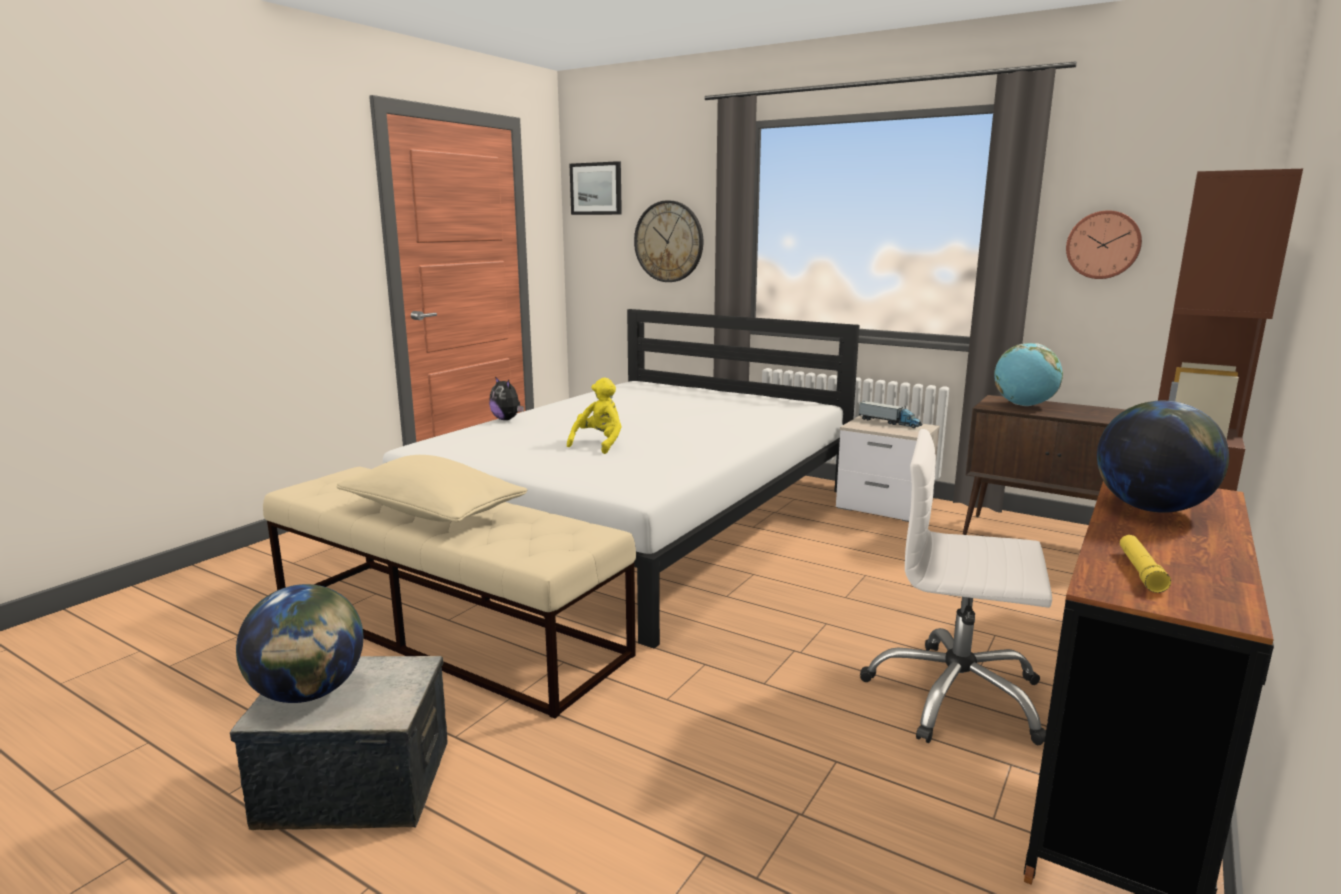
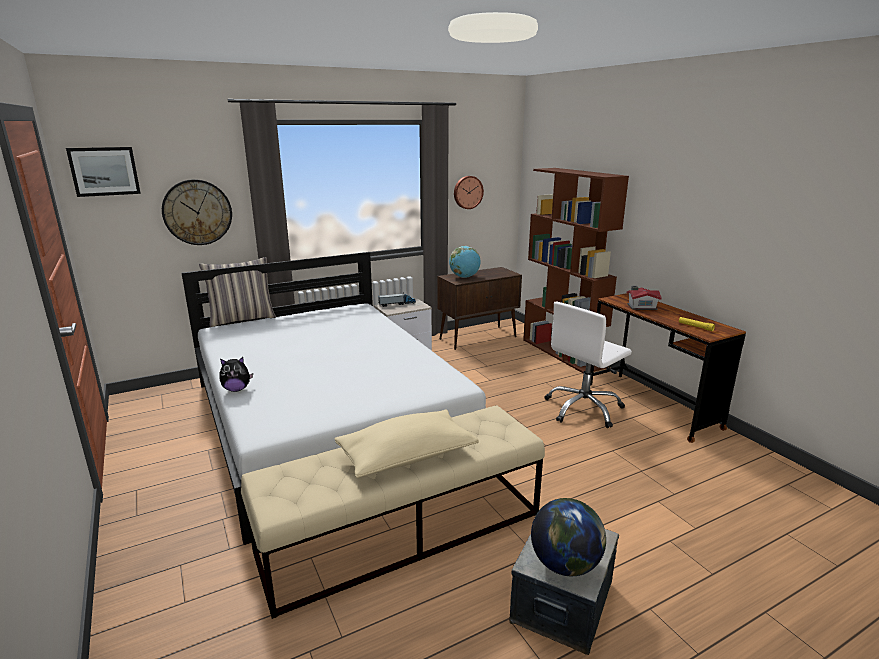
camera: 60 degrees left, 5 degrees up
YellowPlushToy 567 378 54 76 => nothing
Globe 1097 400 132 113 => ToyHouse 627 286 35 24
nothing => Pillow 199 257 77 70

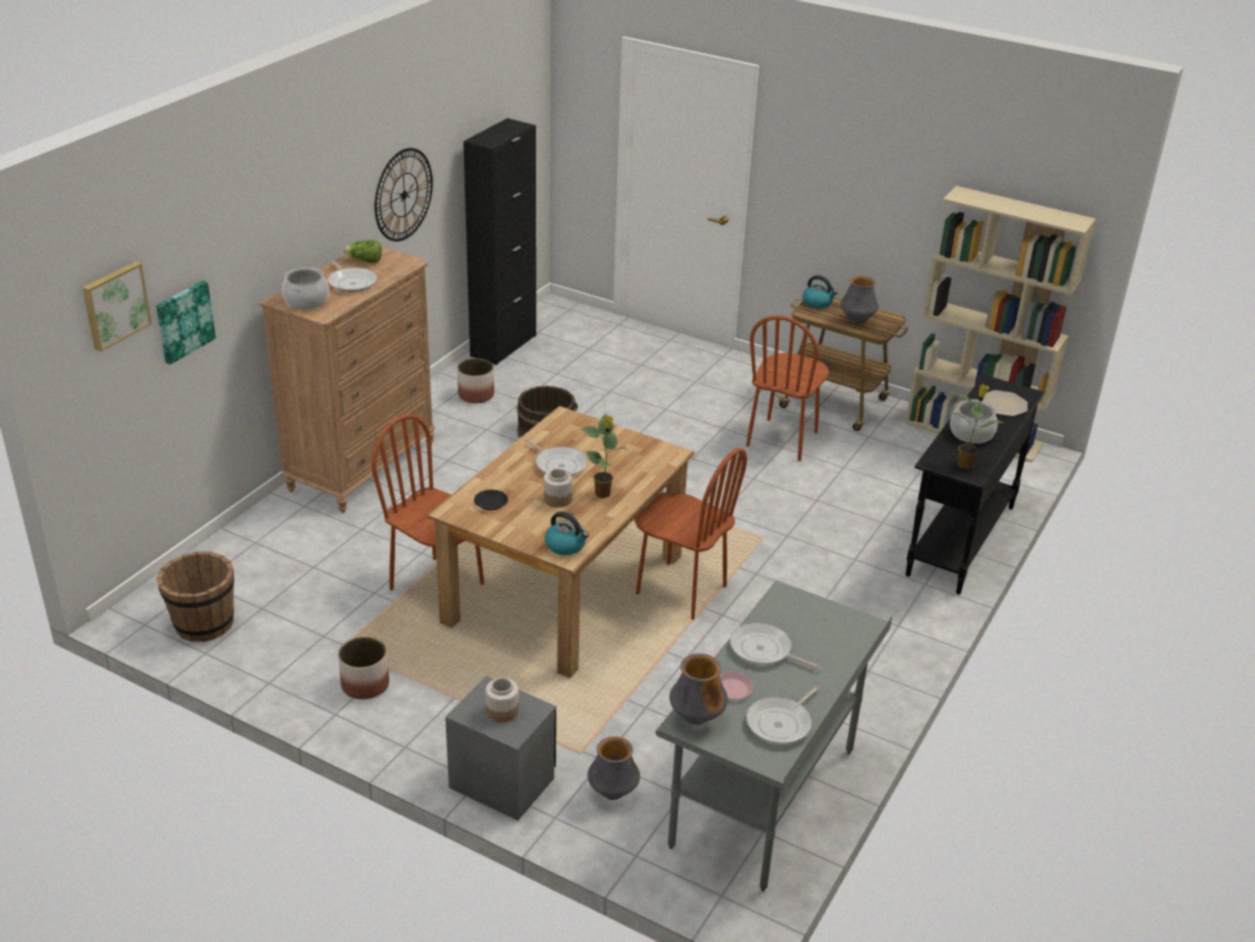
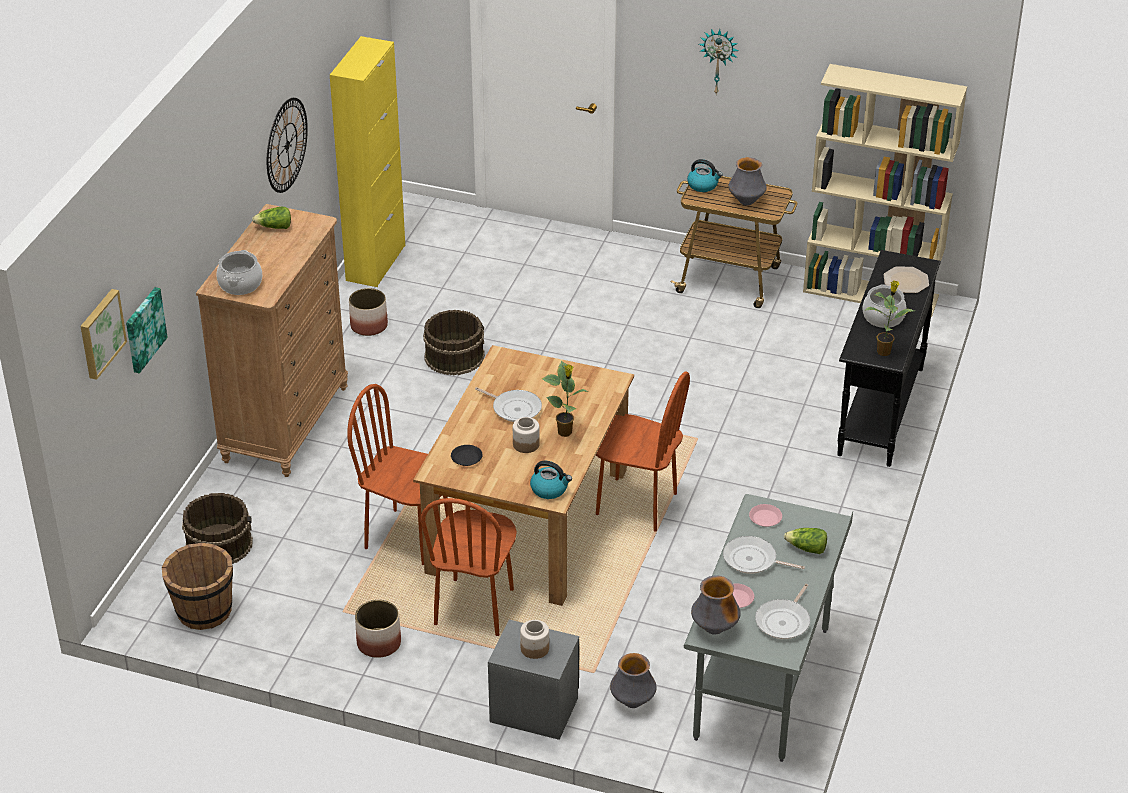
camera: 10 degrees left, 5 degrees up
FryingPan 328 260 49 33 => nothing
BlackCabinet 463 118 73 247 => YellowCabinet 330 36 75 251
BrownChair 746 315 83 146 => BrownChair 421 498 96 138, move
nothing => BrownBucket 182 493 71 71
nothing => WallClock 699 29 40 65
nothing => PinkPlate 749 504 33 23
nothing => Lettuce 784 528 43 26

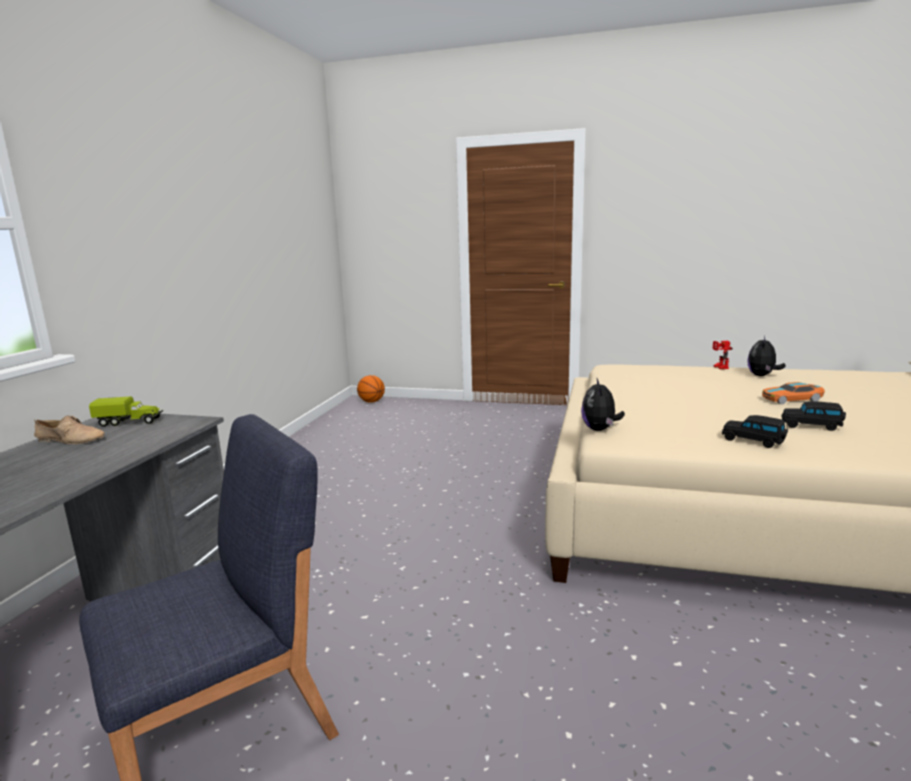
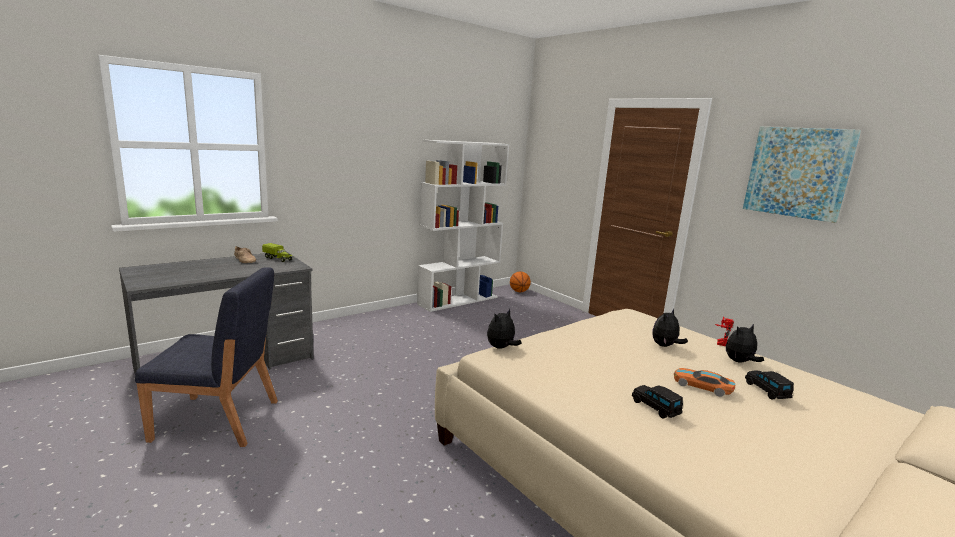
camera: 35 degrees right, 0 degrees up
BlackToyCar 722 415 66 33 => BlackToyCar 745 371 49 28, move
nothing => WhiteBookcase 417 140 92 172
nothing => PlushToy 653 308 35 39
nothing => Picture 743 127 118 96

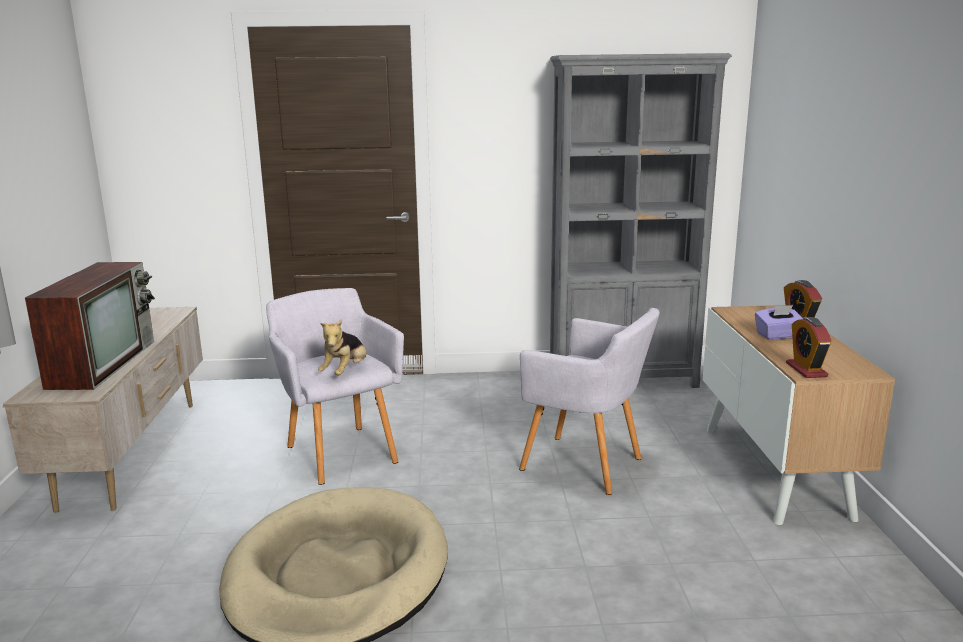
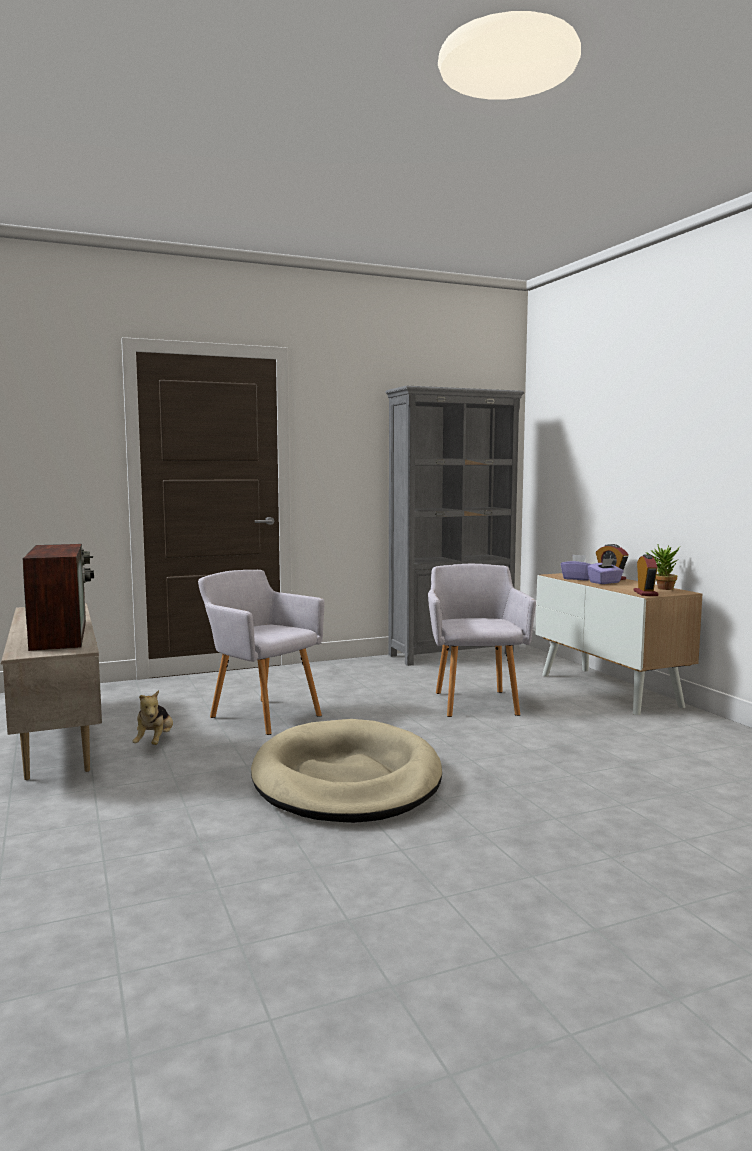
camera: 20 degrees left, 10 degrees down
PlushToy 318 319 49 56 => PlushToy 132 690 41 55, move
GreyArmchair 519 308 141 187 => GreyArmchair 428 564 108 153, 105 degrees counterclockwise
AlarmClock 786 317 46 61 => AlarmClock 633 554 26 42, 150 degrees counterclockwise
nothing => PurpleTissueBox 561 555 30 25
nothing => PottedPlant 646 544 34 46

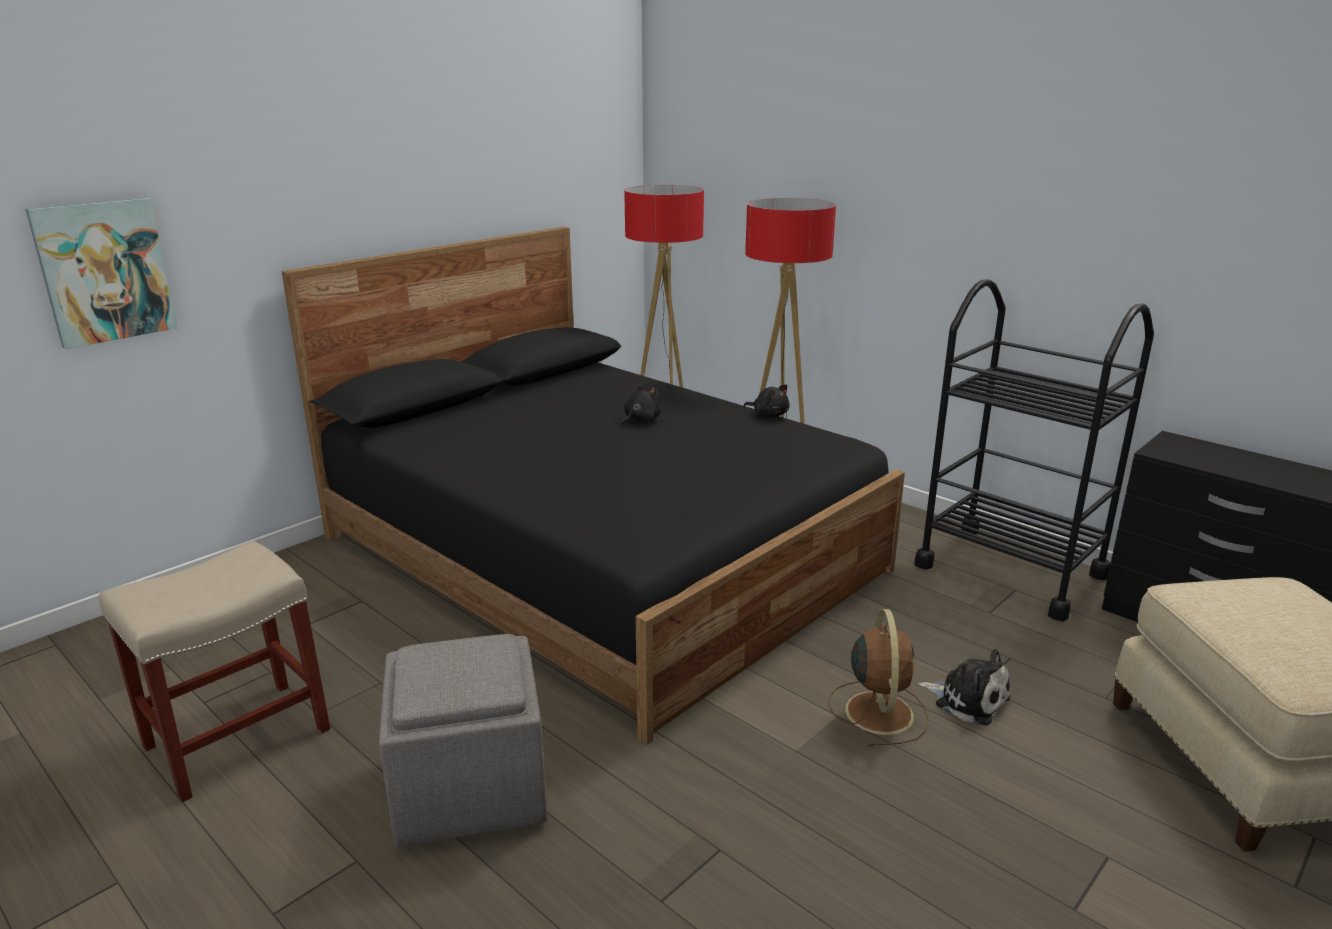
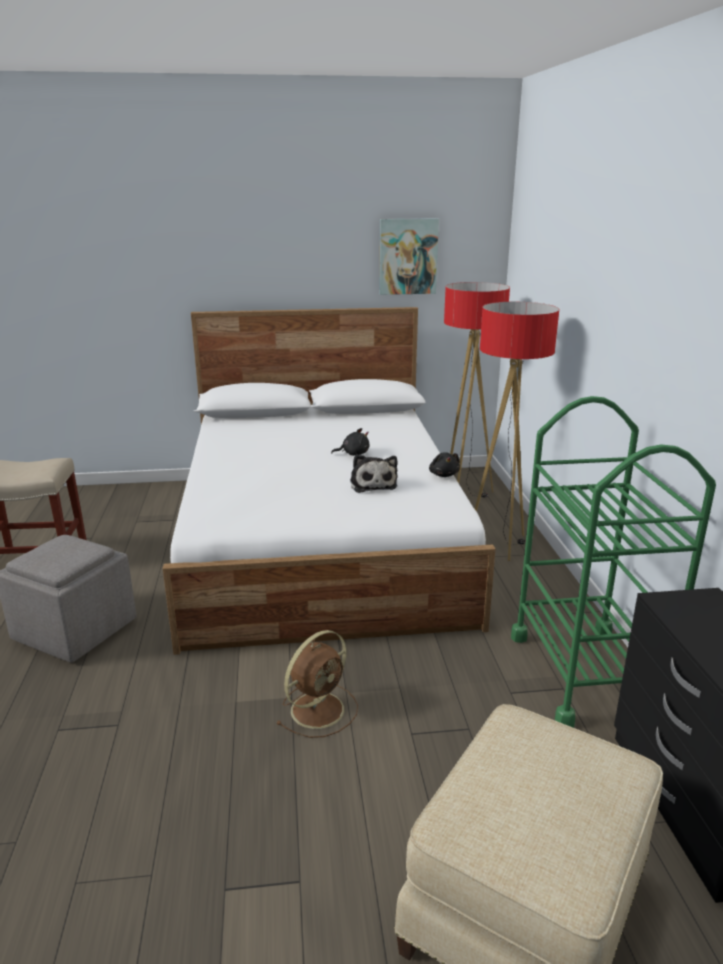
camera: 40 degrees right, 0 degrees up
Picture 25 197 153 152 => Picture 379 218 60 77, move
BlackBed 282 227 623 518 => WhiteBed 163 307 332 348
BlackCart 914 279 240 342 => GreenCart 511 396 205 332
PlushToy 918 649 92 77 => PlushToy 350 454 48 39, move

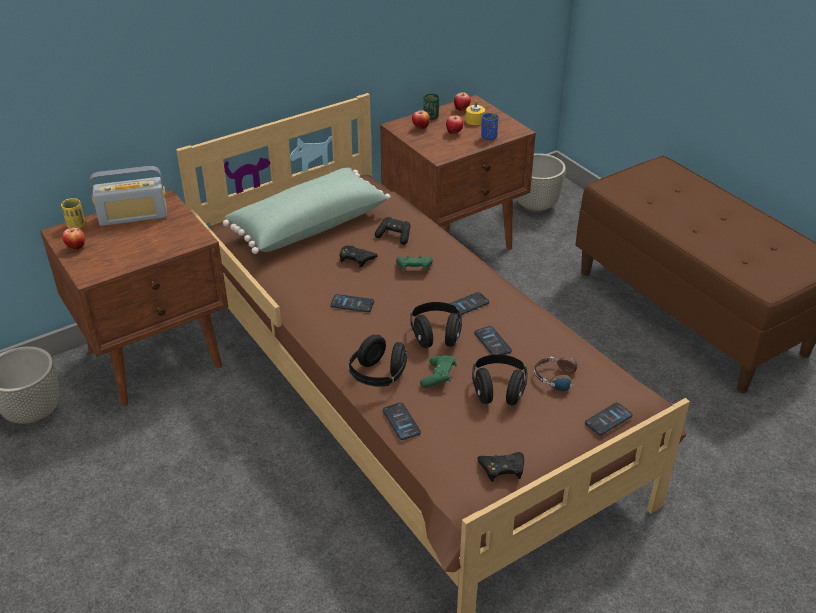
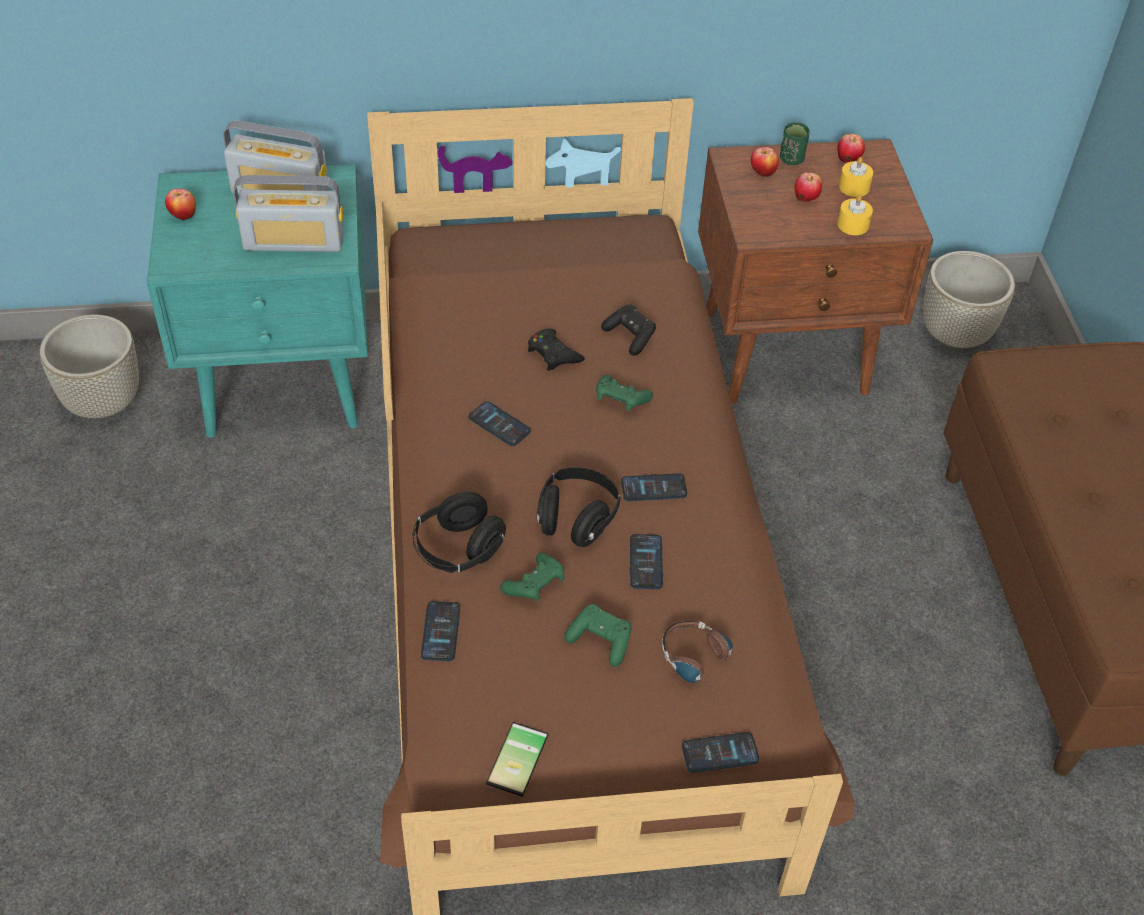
camera: 25 degrees right, 10 degrees up
BrownNightstand 40 189 188 218 => TurquoiseNightstand 147 164 221 274
YellowCup 61 198 24 31 => nothing
GreenPillow 223 167 167 87 => nothing
BlackHeadphones 472 354 56 52 => GreenGameController 564 604 67 63
BlackGameController 477 452 47 30 => Phone 486 722 63 75
BlueCup 481 113 17 27 => YellowCandle 837 194 36 41
nothing => Radio 234 175 110 77

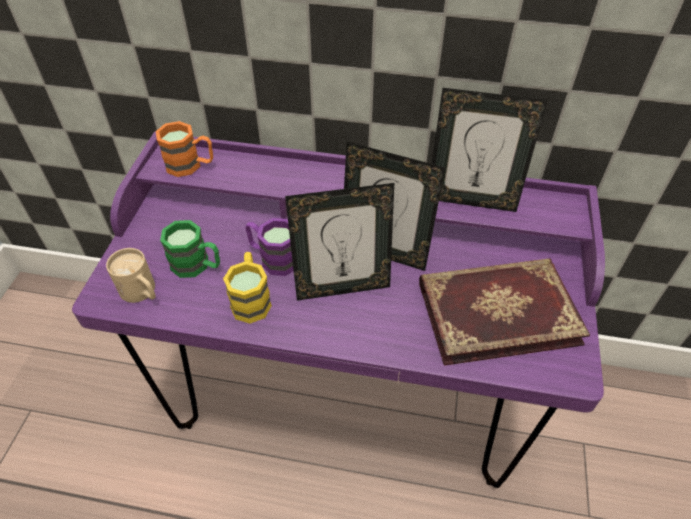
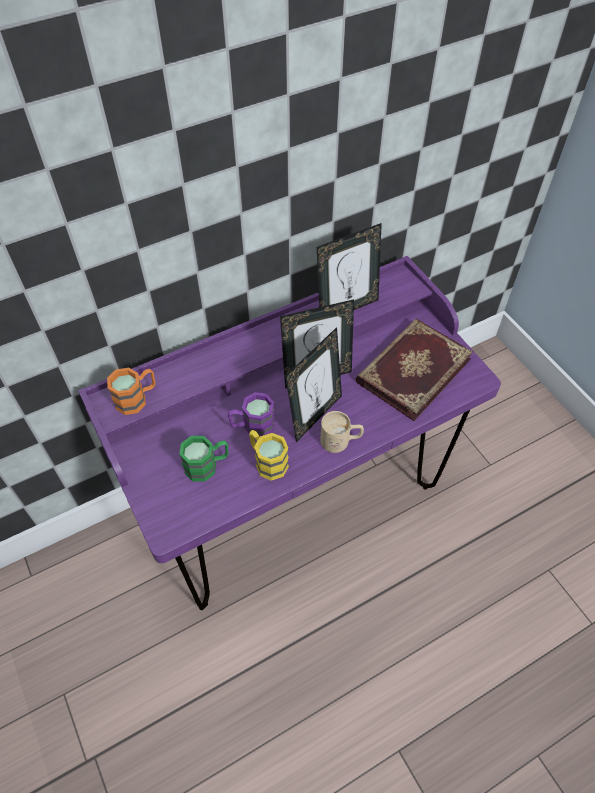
camera: 40 degrees left, 5 degrees up
BeigeMug 106 248 50 55 => BeigeMug 320 411 44 42, move

